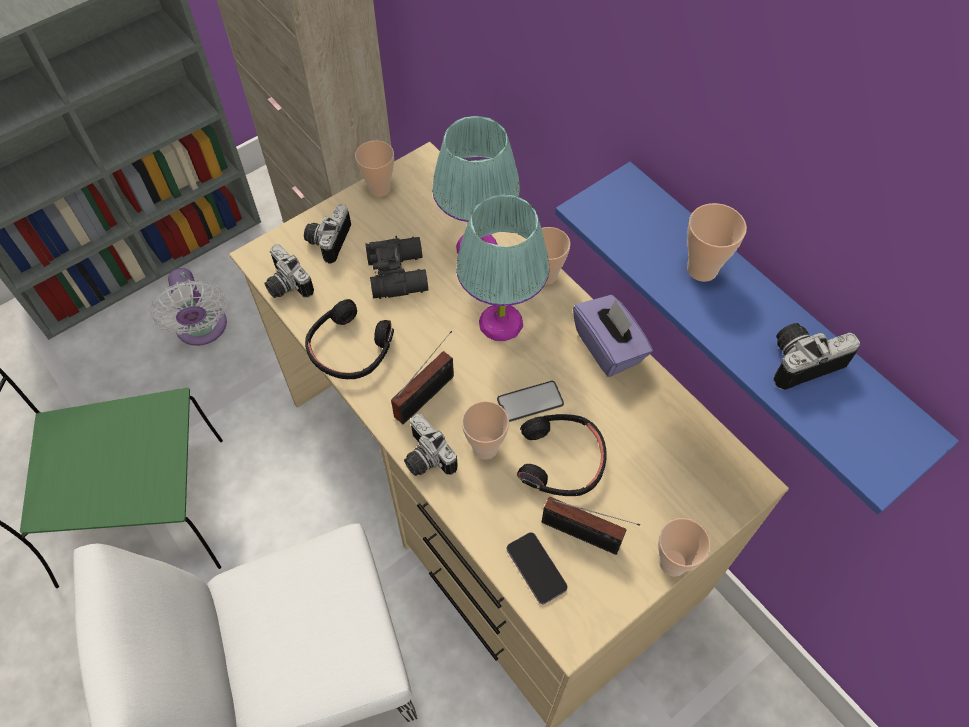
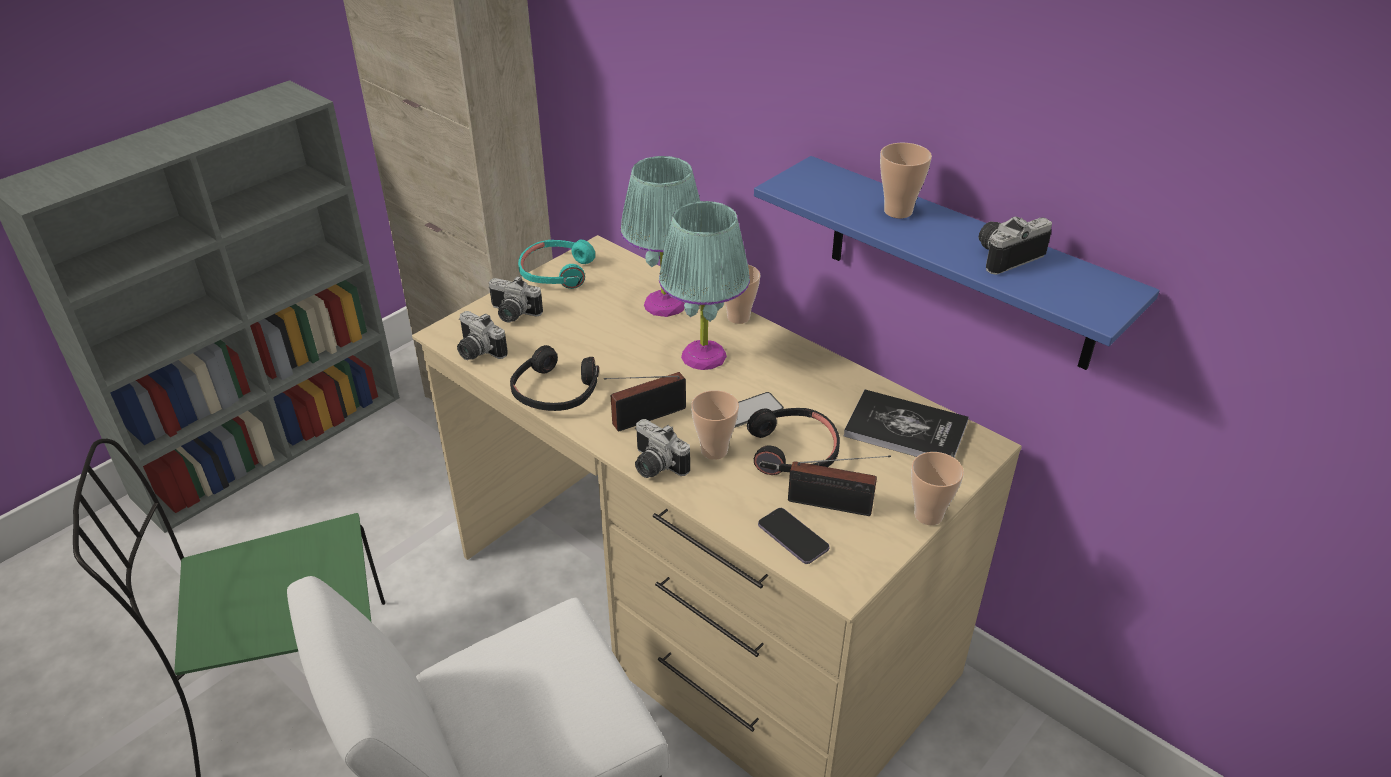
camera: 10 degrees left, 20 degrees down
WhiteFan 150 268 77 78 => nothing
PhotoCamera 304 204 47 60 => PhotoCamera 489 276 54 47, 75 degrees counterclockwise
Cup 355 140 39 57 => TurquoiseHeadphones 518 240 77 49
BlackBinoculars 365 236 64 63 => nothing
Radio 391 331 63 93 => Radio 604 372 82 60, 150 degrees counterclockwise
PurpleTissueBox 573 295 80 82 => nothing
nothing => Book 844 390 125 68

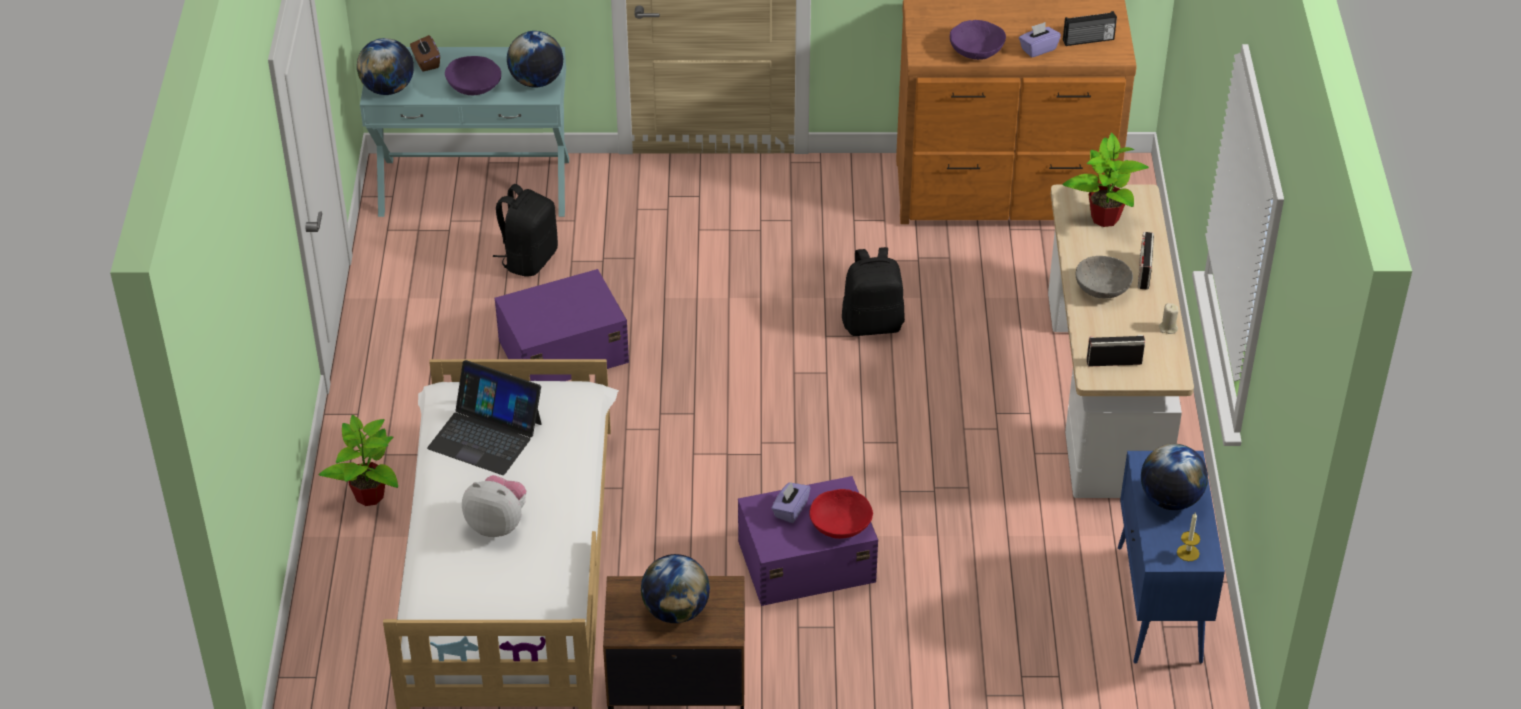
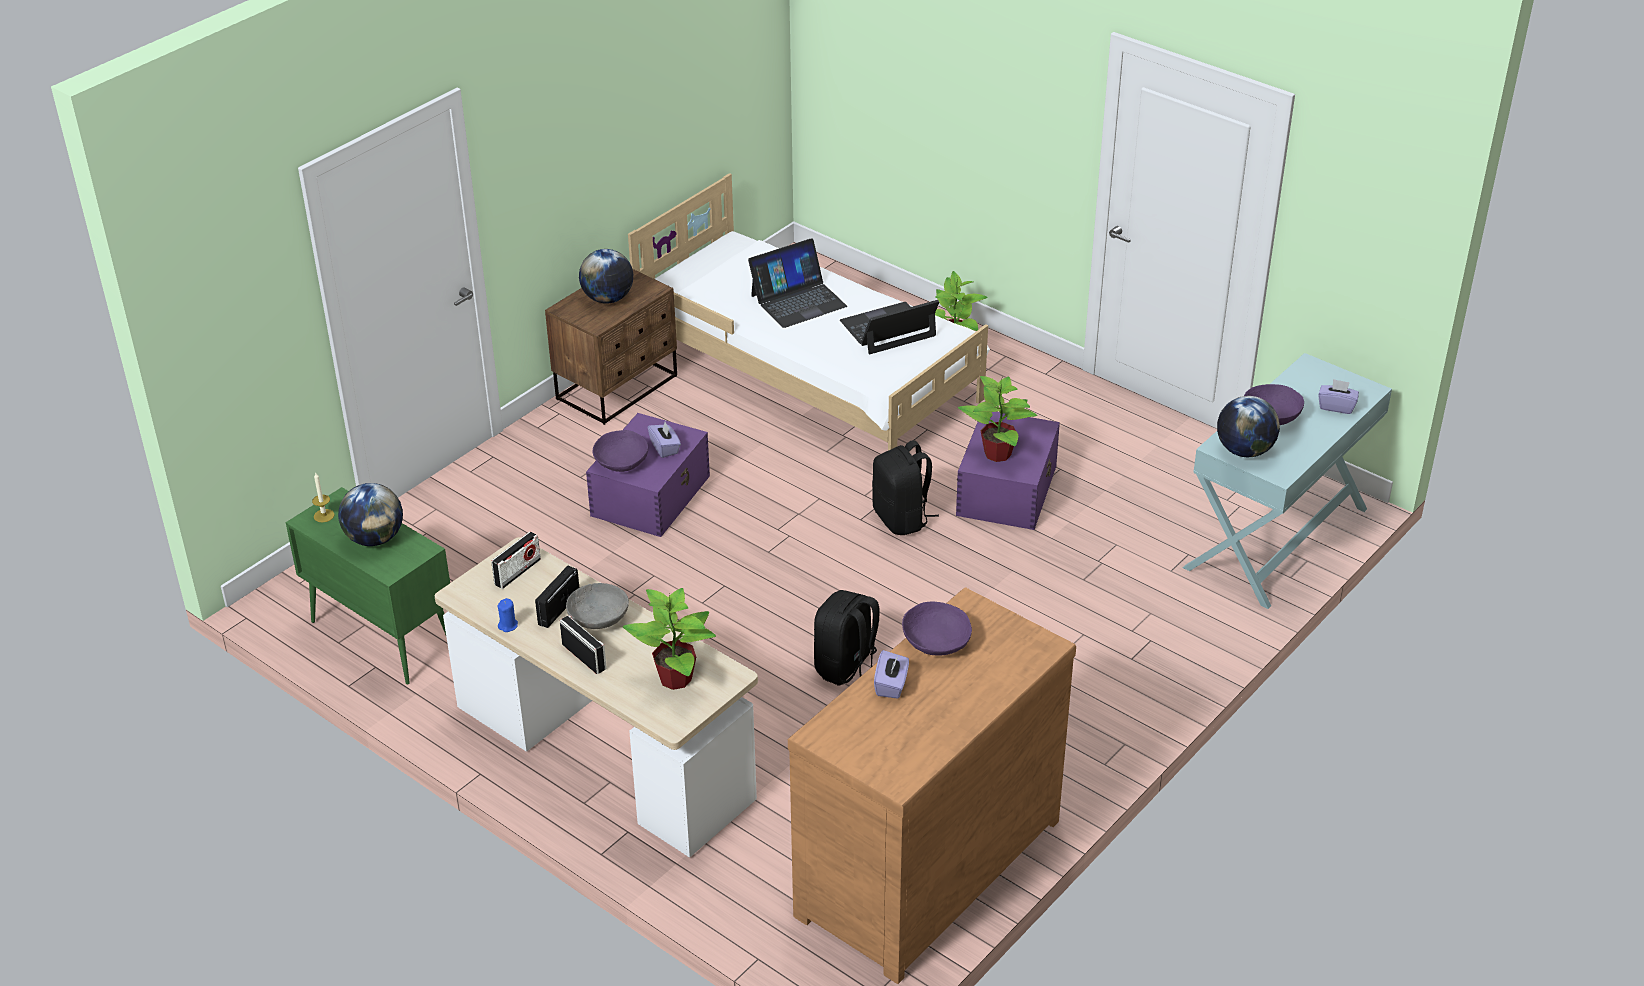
camera: 130 degrees right, 5 degrees down
Globe 357 38 57 57 => nothing
BrownTissueBox 410 35 30 37 => PurpleTissueBox 1318 379 41 35
PlushToy 462 475 64 62 => Laptop 748 239 99 89
BlackBackpack 493 184 65 93 => BlackBackpack 872 440 67 95, move
RedBowl 809 489 64 50 => PurpleBowl 592 430 56 42
Radio 1063 11 54 35 => Radio 535 566 44 62, move
BlueCabinet 1118 451 107 213 => GreenCabinet 285 487 165 198
BeigeCandle 1159 303 20 31 => BlueCandle 497 598 21 34
nothing => PottedPlant 958 376 79 86

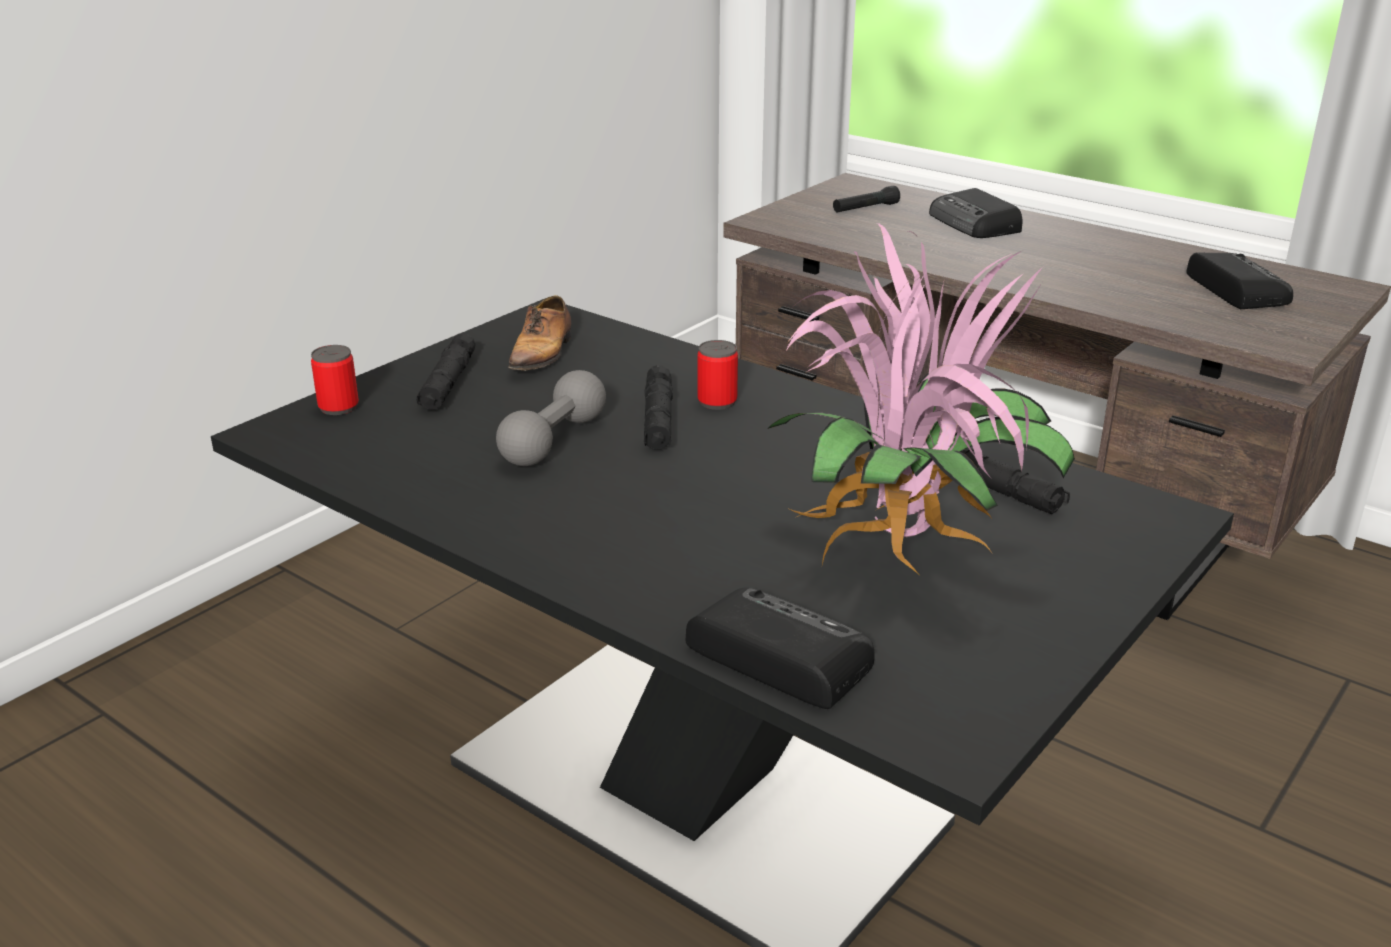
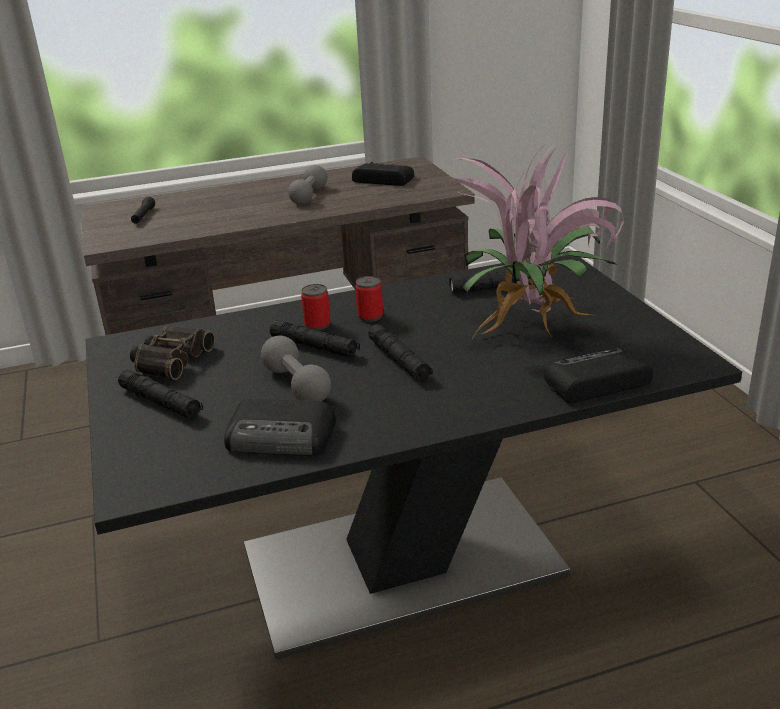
camera: 55 degrees left, 0 degrees up
Can 311 345 48 70 => Can 355 276 28 46, move
Shoe 508 295 63 76 => Binoculars 130 326 85 54
Radio 929 188 93 50 => Radio 224 399 112 57, move
nothing => GreyDumbbell 288 165 39 40
nothing => BlackFlashlight 368 324 65 57

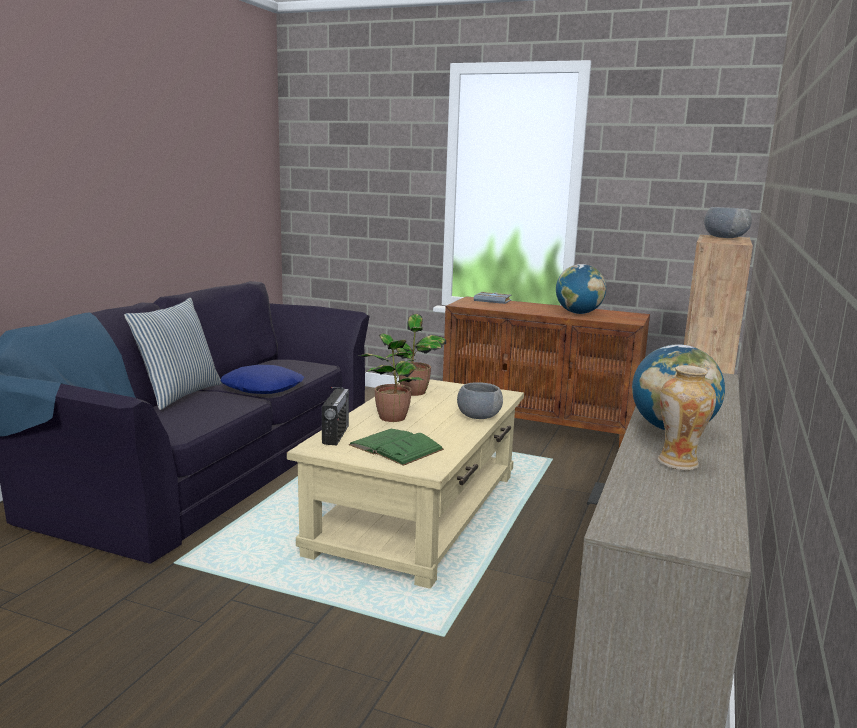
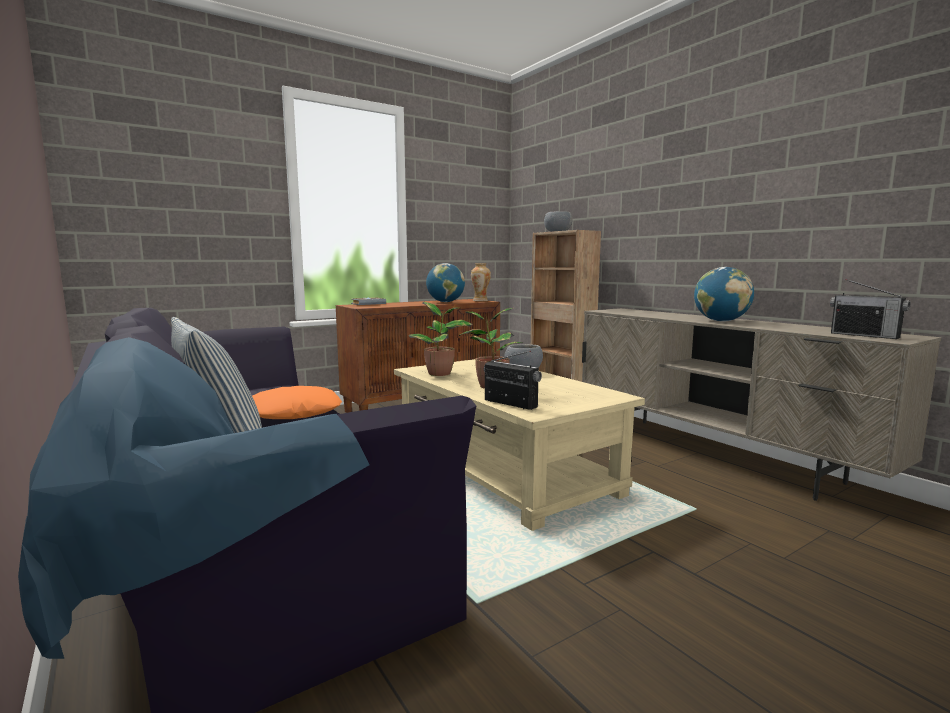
camera: 55 degrees left, 5 degrees down
BluePillow 220 365 84 29 => OrangePillow 252 386 90 33
GreenBook 349 429 95 37 => nothing
Vase 658 365 58 105 => Vase 471 263 20 38, move
nothing => Radio 830 279 80 60

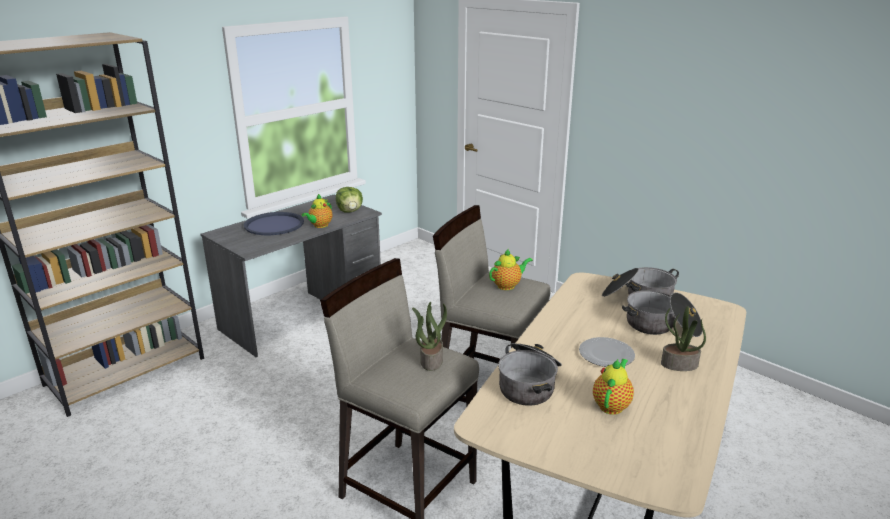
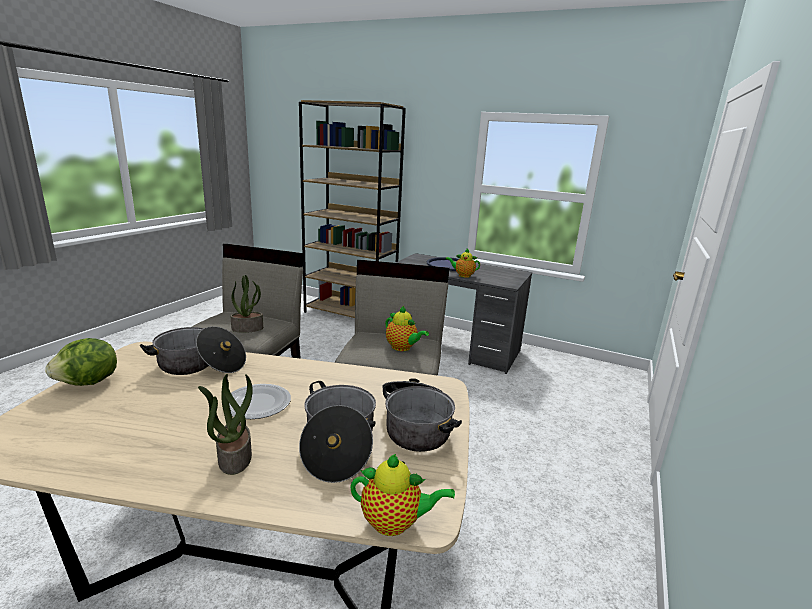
camera: 70 degrees right, 5 degrees down
Lettuce 336 187 27 26 => Lettuce 45 338 72 48, move
Teapot 593 359 41 56 => Teapot 350 454 105 82, move

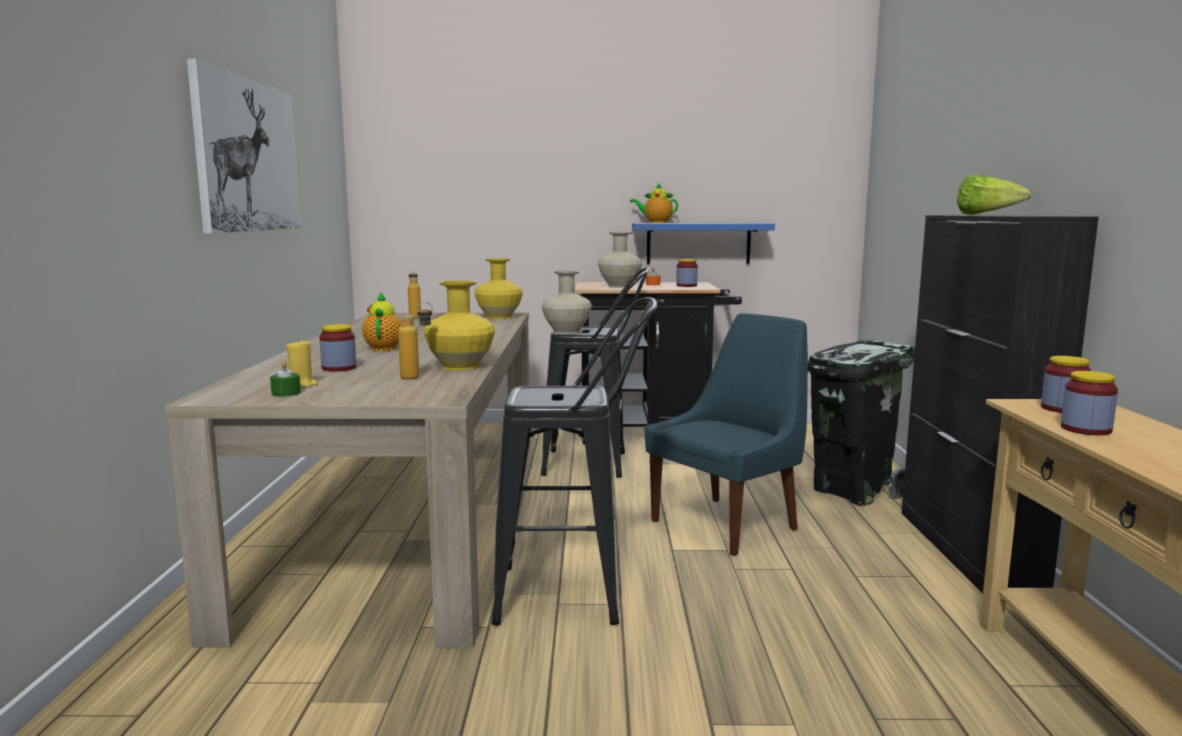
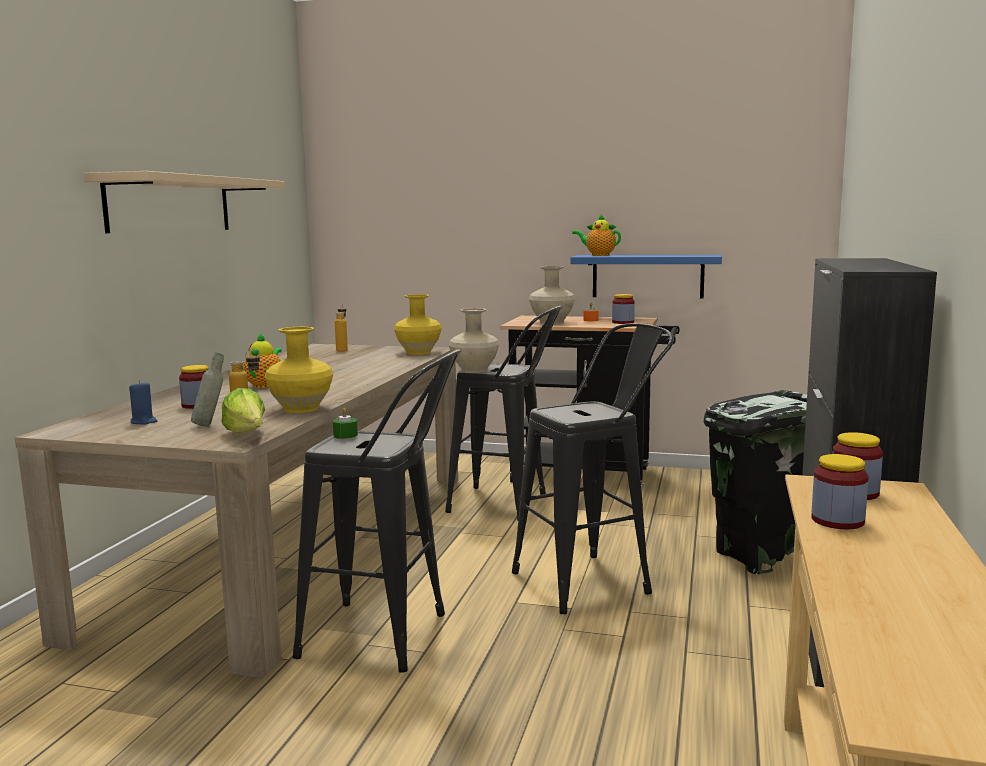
camera: 15 degrees right, 0 degrees up
Picture 187 59 114 175 => BeigeShelf 83 171 202 62
GreenCandle 270 361 31 36 => GreenCandle 333 408 25 31, move
YellowCandle 286 339 32 48 => BlueCandle 129 380 28 45
BlueChair 645 313 163 243 => BlackStool 512 323 162 291
Lettuce 957 174 75 41 => Lettuce 222 388 43 45, move
nothing => GreyBottle 191 352 33 75

